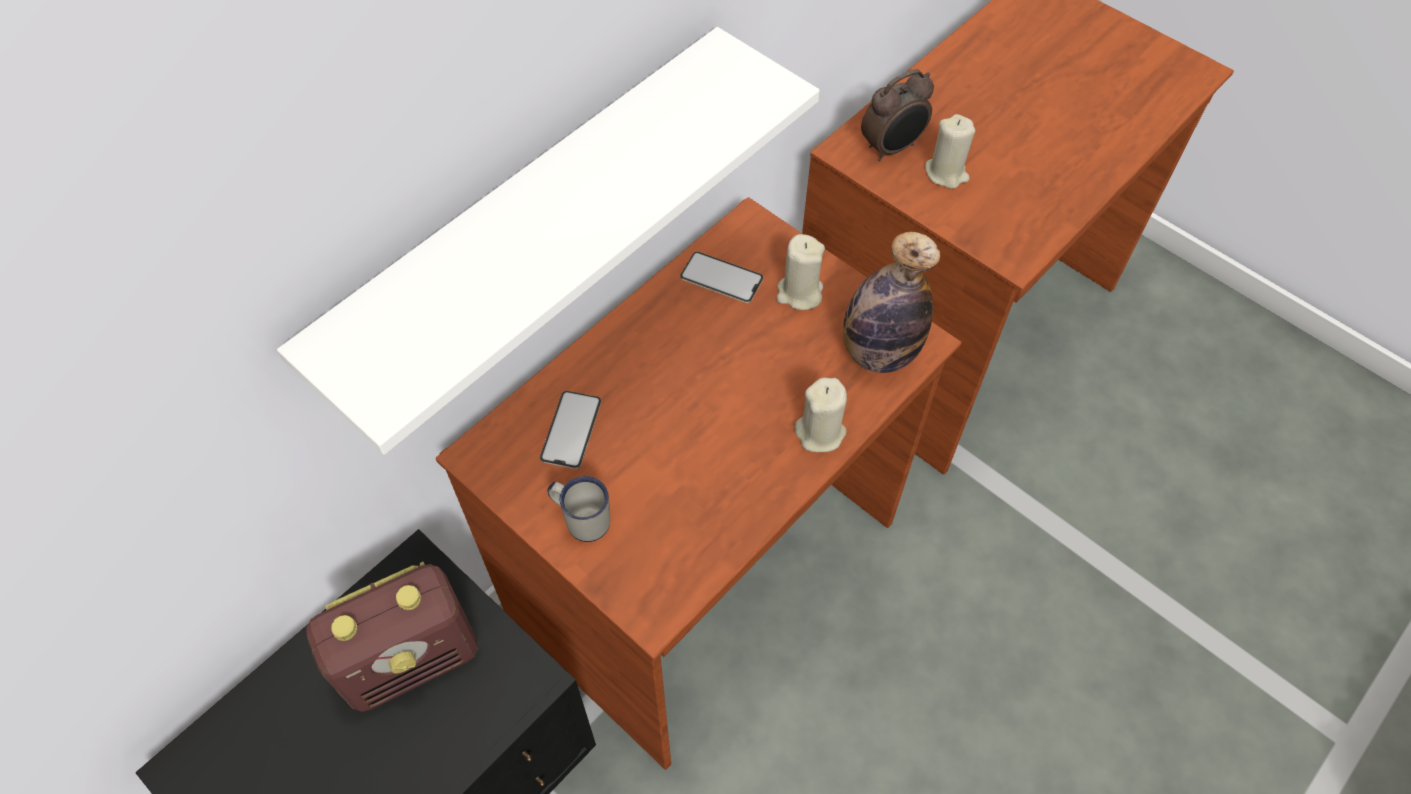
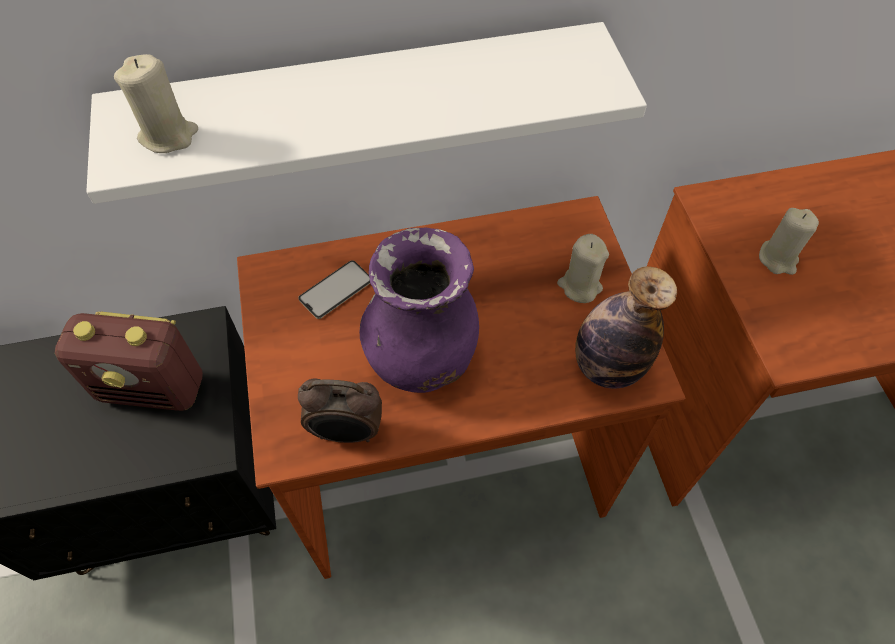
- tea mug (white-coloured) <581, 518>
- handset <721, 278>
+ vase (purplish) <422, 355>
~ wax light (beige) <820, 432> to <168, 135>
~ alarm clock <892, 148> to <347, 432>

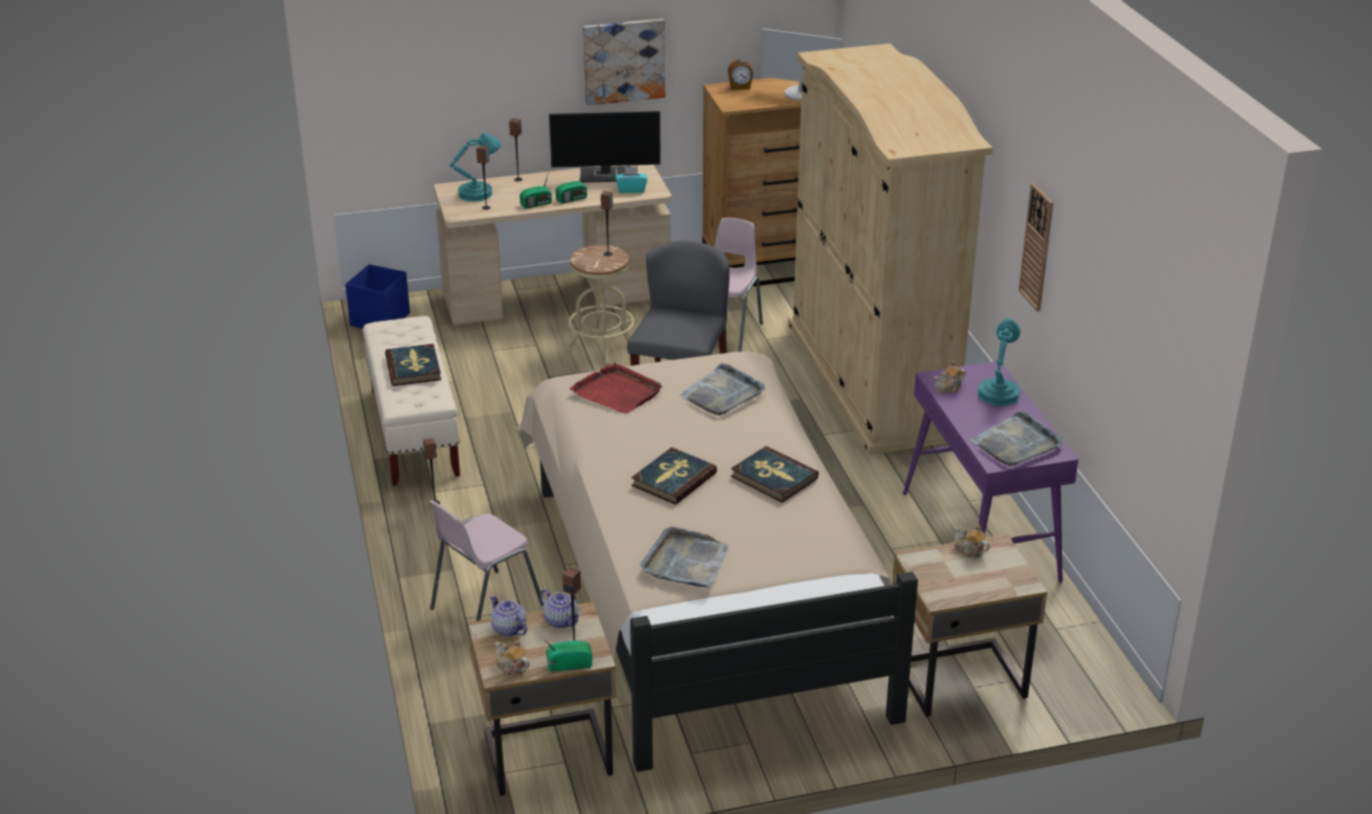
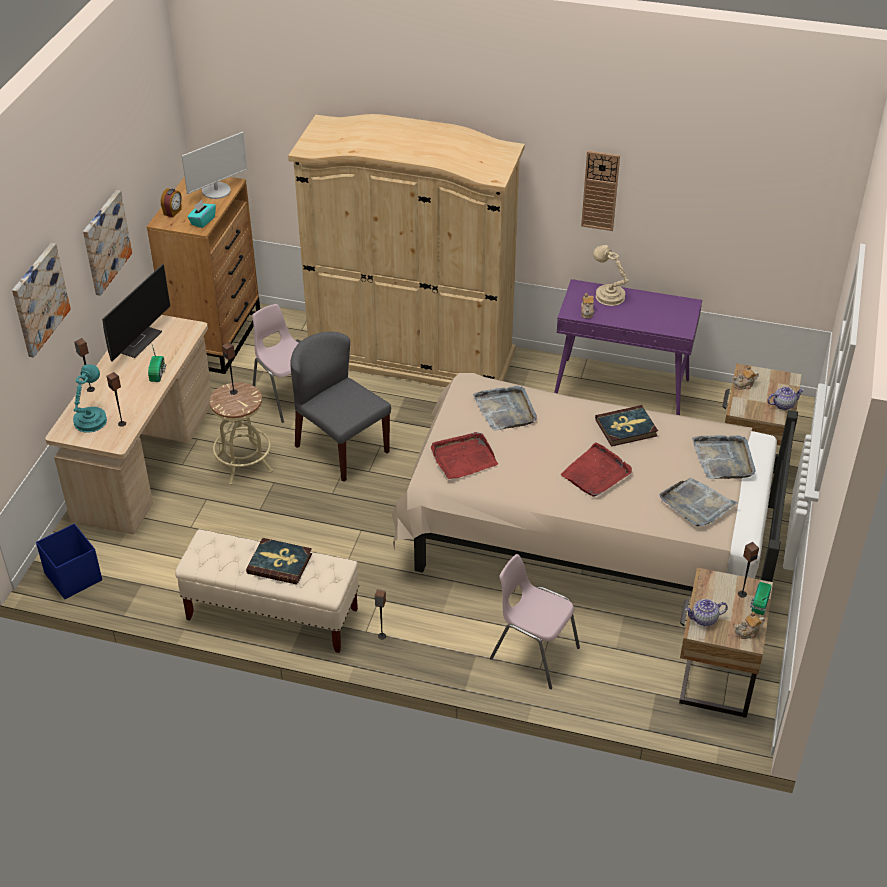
- radio set <537, 204>
+ wall art <39, 299>
~ tea pot <561, 621> to <783, 405>
~ tissue box (blue-green) <631, 189> to <202, 221>
~ carrying tray (grey) <1016, 443> to <724, 459>
~ bound book <673, 479> to carrying tray (reddish) <596, 473>
~ table lamp (blue-green) <999, 392> to table lamp (beige) <608, 295>
~ chair (pink-coloured) <485, 606> = <533, 653> 135 degrees clockwise

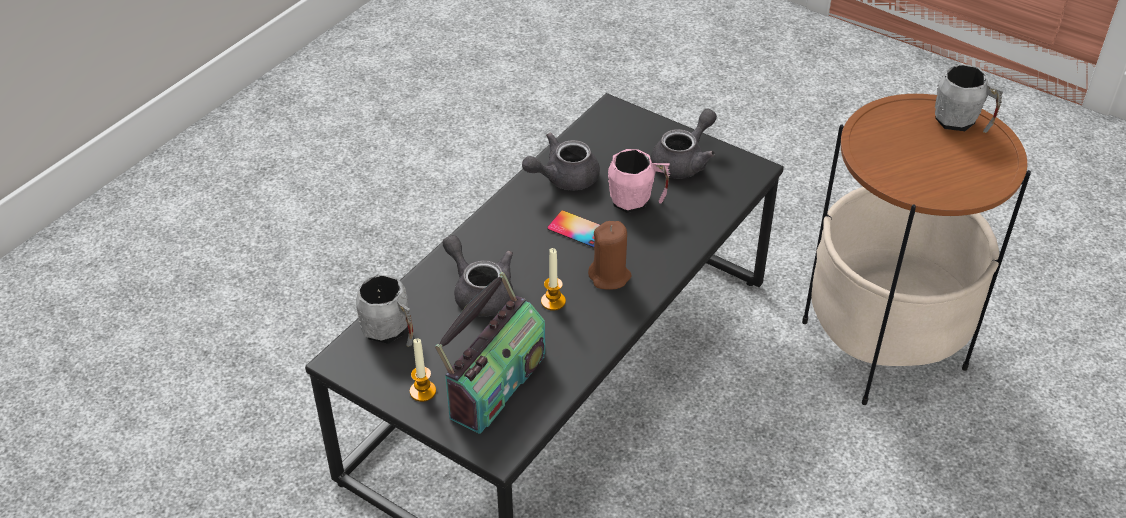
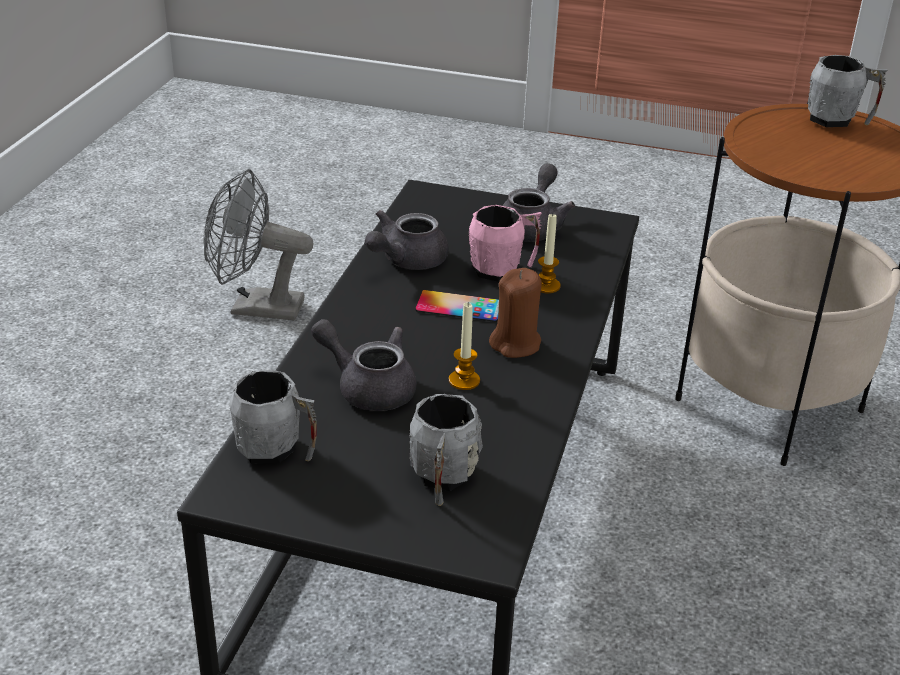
+ fan (grey) <255, 308>
~ wax light <423, 391> to <546, 286>
~ radio set <495, 383> to tea mug (grey) <442, 479>

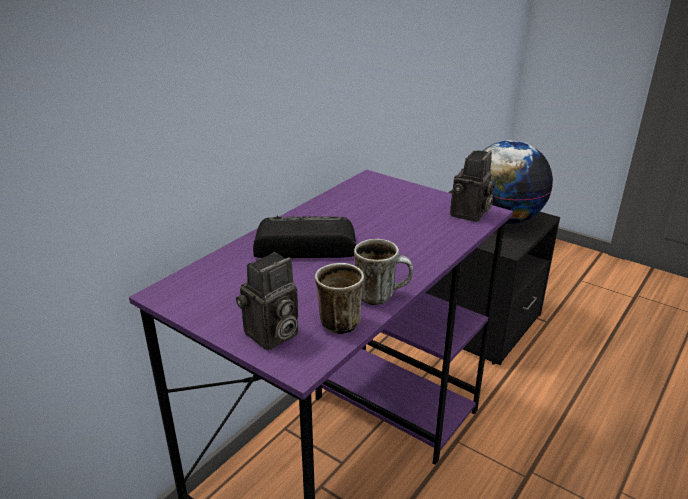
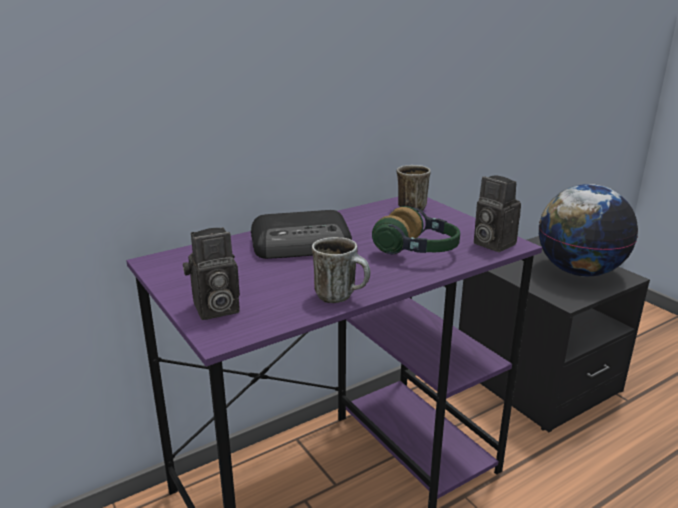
+ headphones <417, 251>
~ tea mug <336, 320> to <410, 207>
~ radio set <303, 245> = <303, 244> 150 degrees clockwise
~ still camera <470, 214> = <491, 243> 90 degrees clockwise

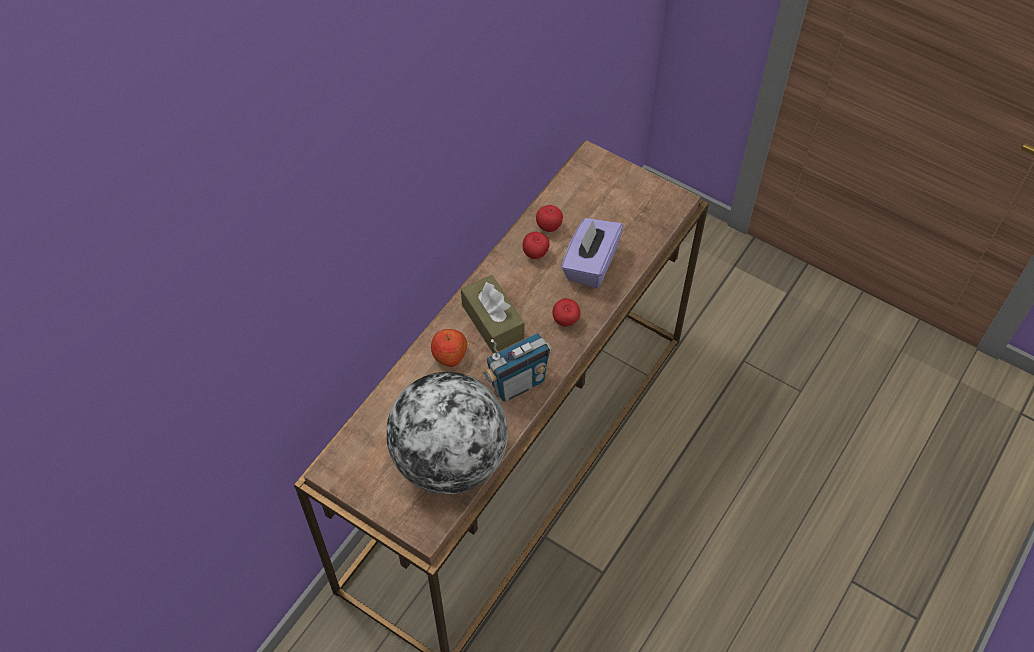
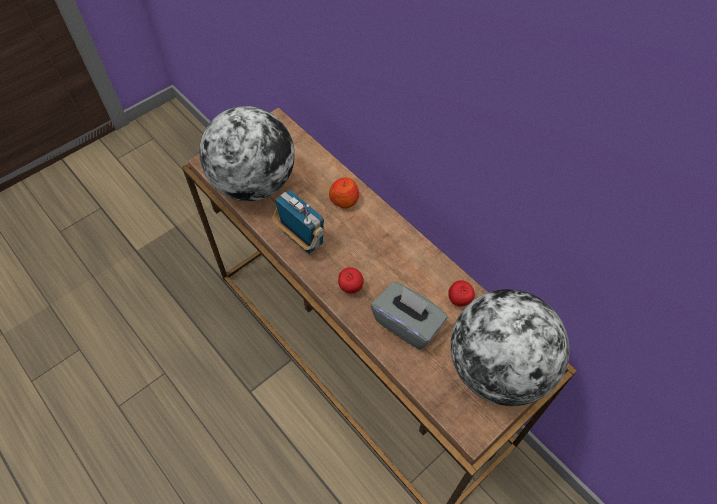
- tissue box (brown-coloured) <492, 321>
- apple fruit <535, 254>
+ world globe <497, 369>
~ tissue box (purplish) <590, 264> to tissue box (grey) <407, 324>
~ radio set <517, 383> = <302, 239> 150 degrees clockwise

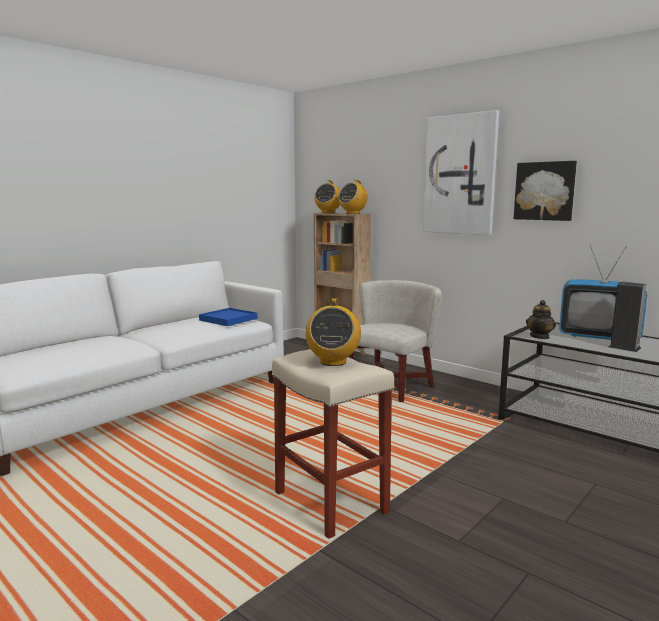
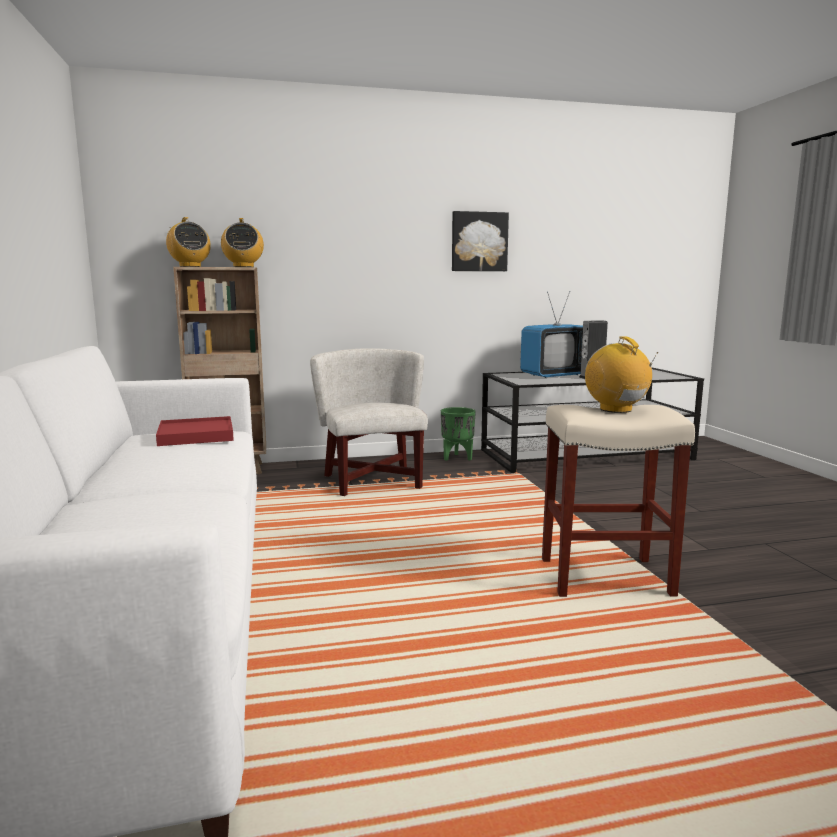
- wall art <460, 175>
- tea pot <540, 336>
+ plant pot (greenish) <457, 458>
~ carrying tray (blue-coloured) <228, 319> to carrying tray (reddish) <196, 435>
~ radio set <333, 361> = <616, 410> 150 degrees counterclockwise

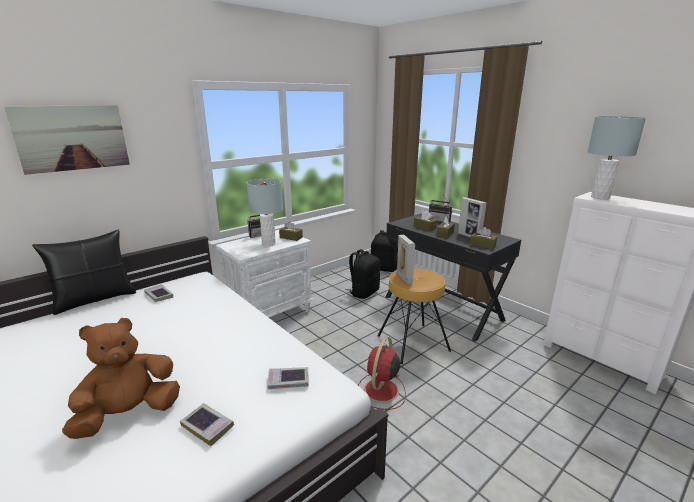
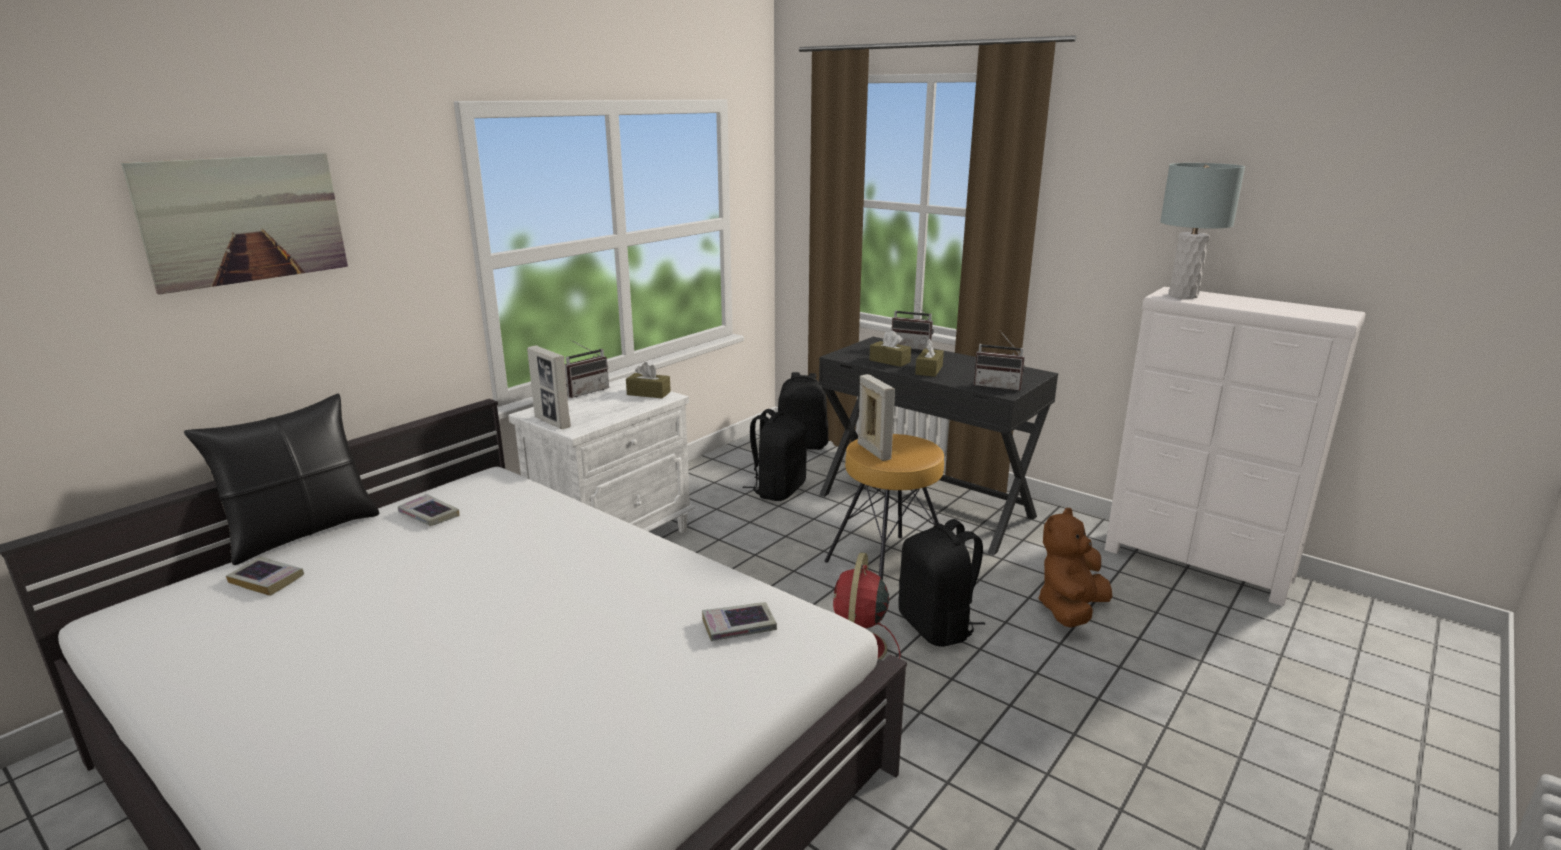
- table lamp (grey) <268, 243>
+ knapsack (black-coloured) <937, 627>
~ cuddly toy (brown-coloured) <130, 414> to <1070, 610>
~ bound book <207, 426> to <266, 580>
~ photo frame <469, 236> to <552, 422>
~ tissue box (brown-coloured) <482, 245> to radio set <998, 386>

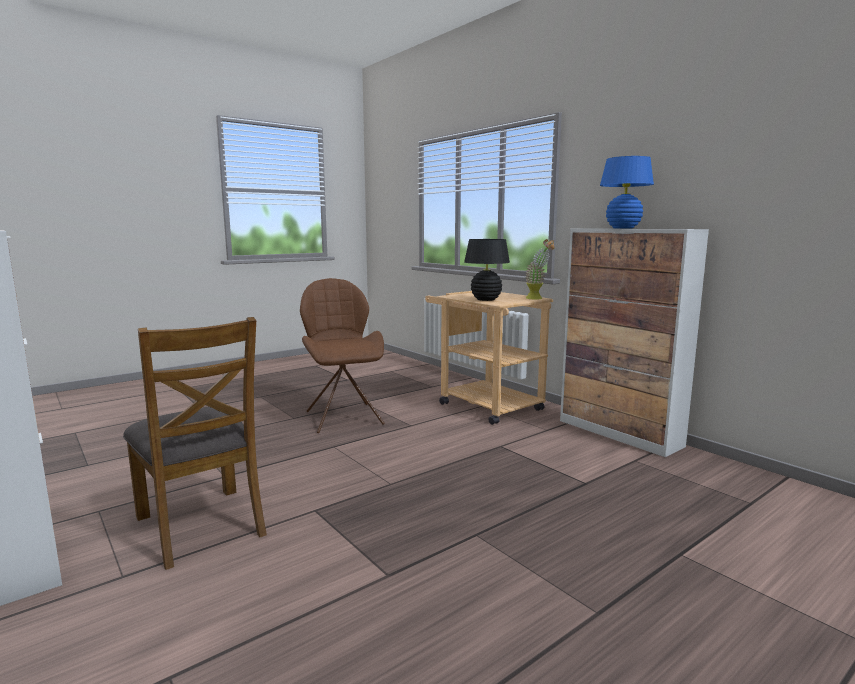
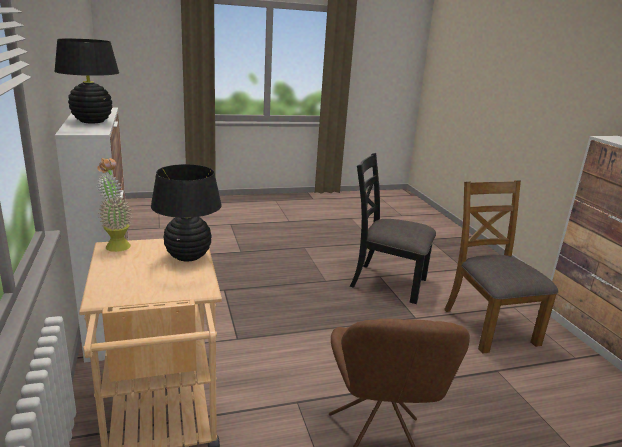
+ chair (black-coloured) <387, 282>
~ table lamp (blue-coloured) <623, 228> to table lamp (black-coloured) <92, 121>

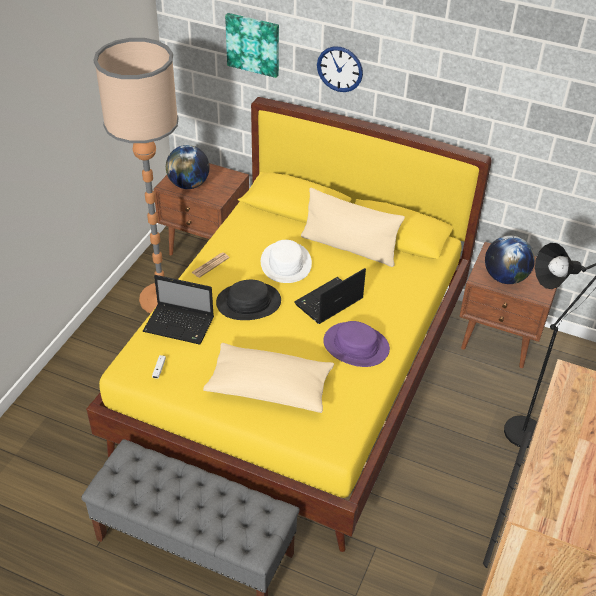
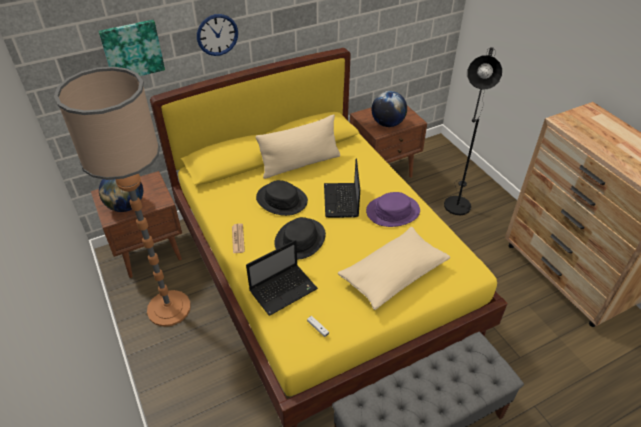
~ wearable hat (white-coloured) <286, 263> to wearable hat (black-coloured) <282, 199>

